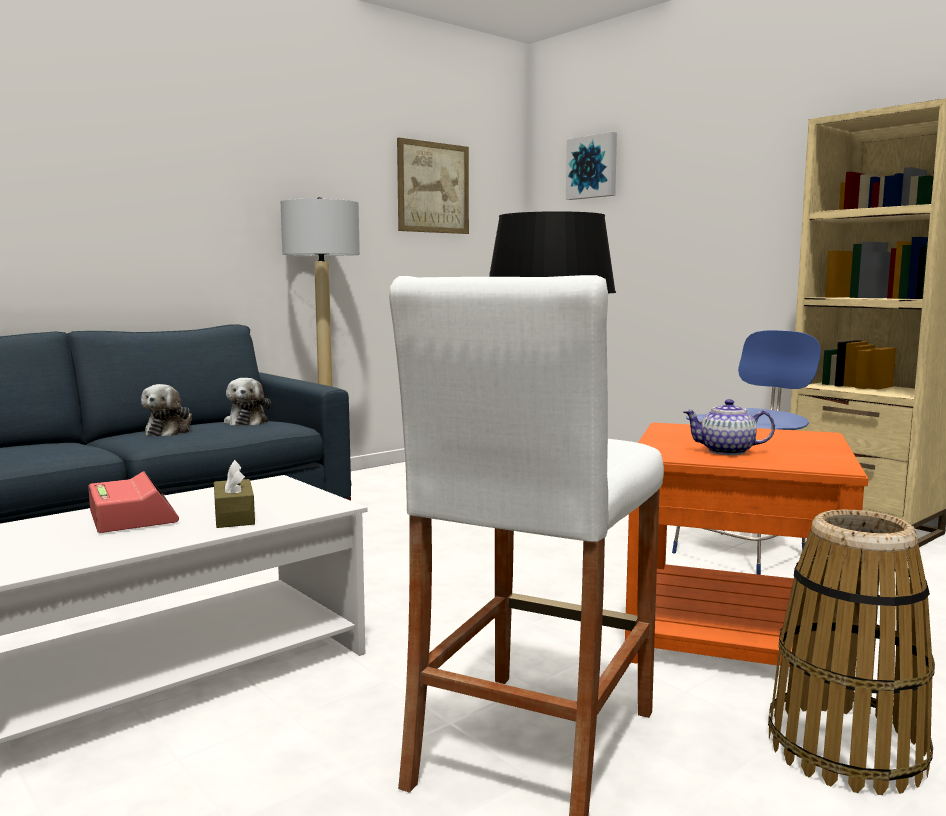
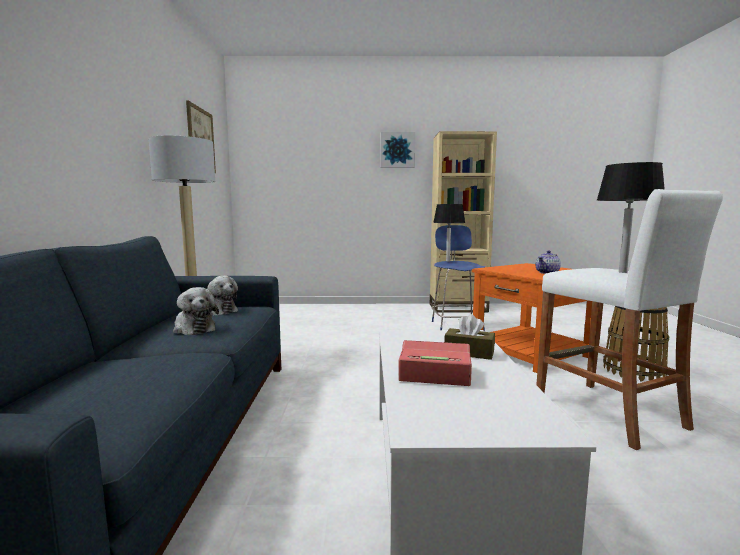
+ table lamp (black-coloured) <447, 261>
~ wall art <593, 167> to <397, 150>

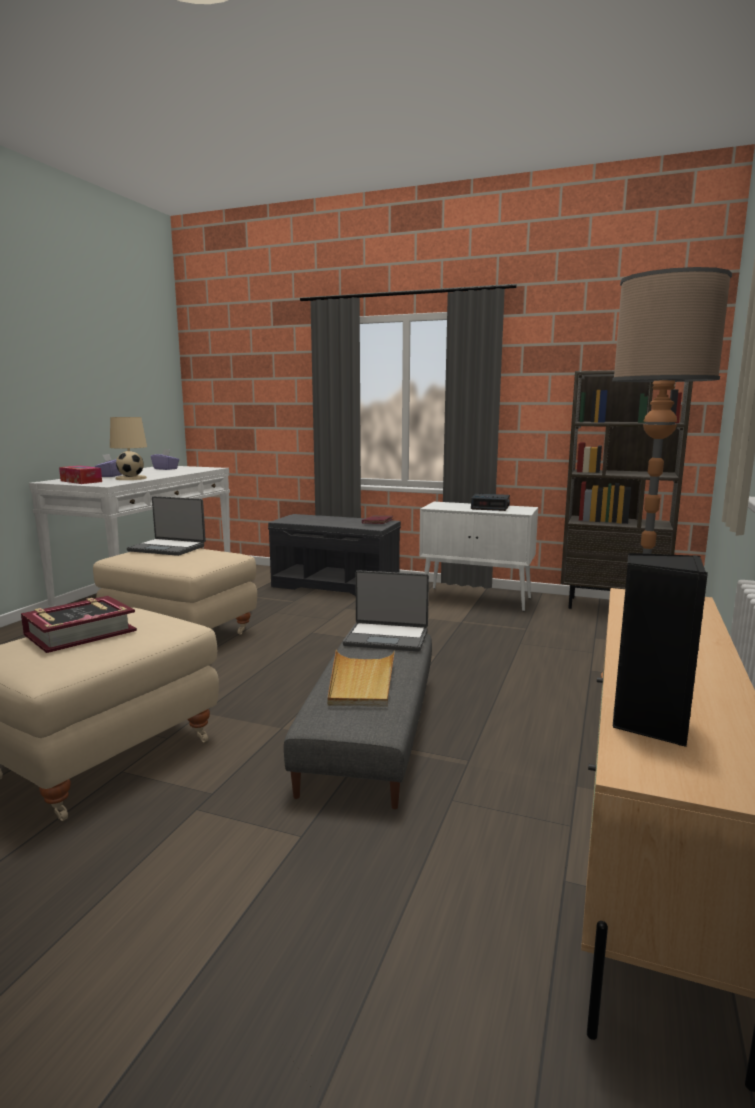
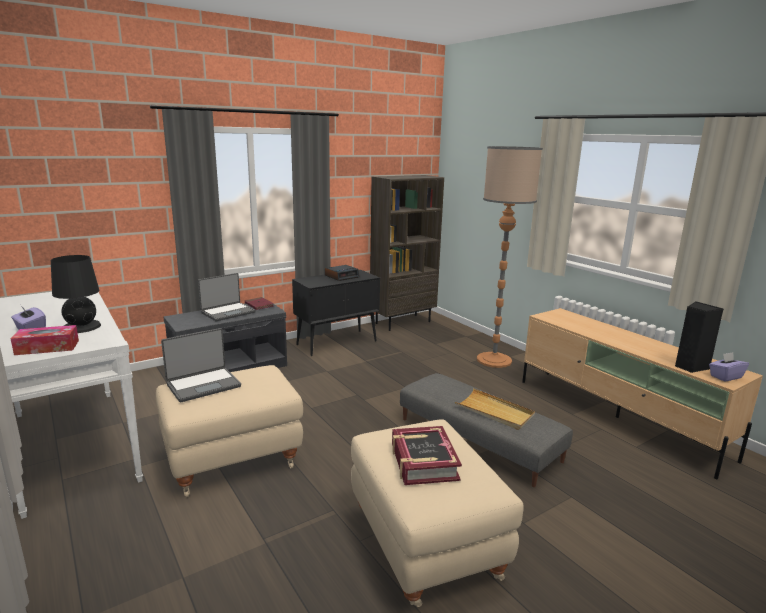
~ tissue box (purplish) <166, 469> to <725, 376>
~ laptop <387, 638> to <228, 312>
~ table lamp (beige) <131, 478> to table lamp (black-coloured) <82, 327>
~ storage cabinet (white-coloured) <477, 599> to storage cabinet (black-coloured) <337, 342>

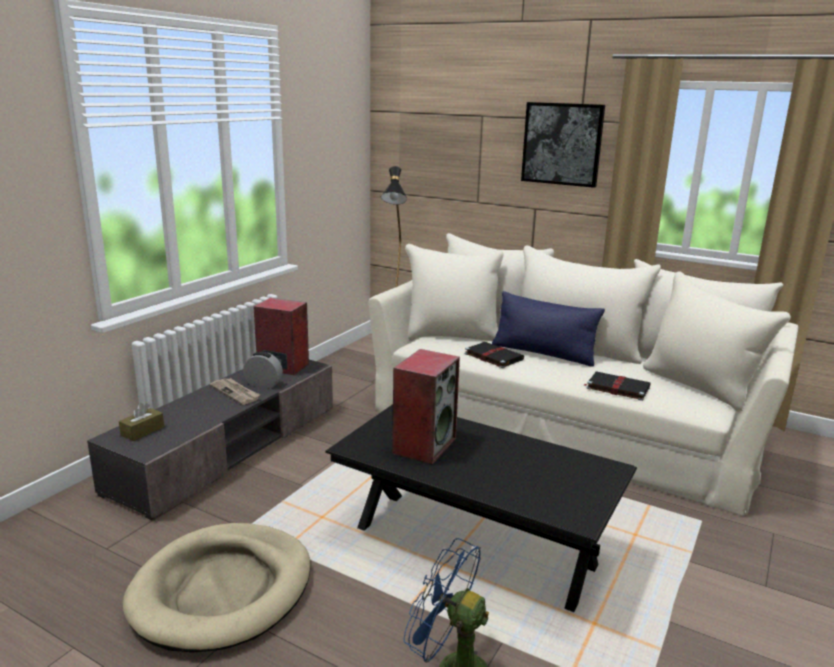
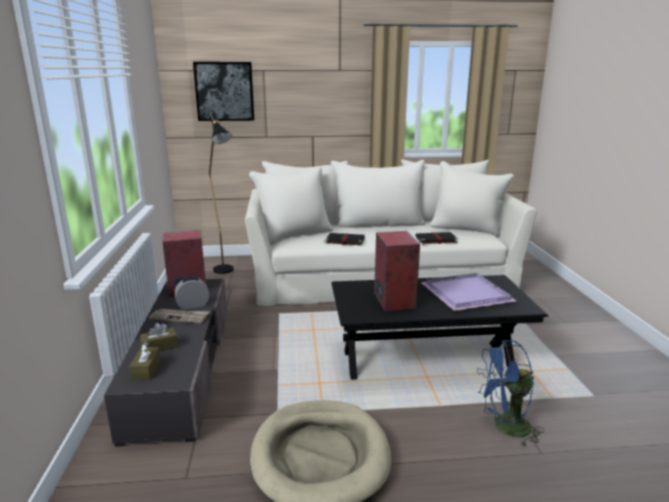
- pillow (blue-coloured) <543, 353>
+ tissue box (brown-coloured) <159, 347>
+ carrying tray (purplish) <466, 295>
~ wall art <562, 144> to <224, 91>

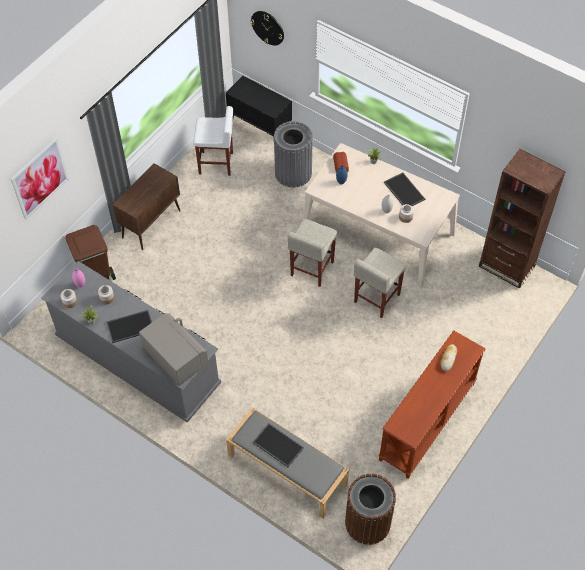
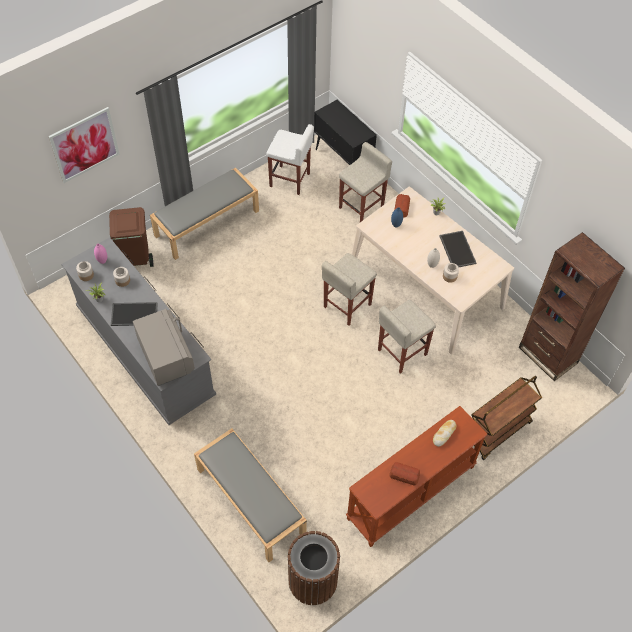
- clock on the wall <268, 27>
- carrying tray <277, 445>
+ baked bread <404, 475>
+ cart (brown-coloured) <497, 432>
~ storage cabinet (brown-coloured) <151, 224> to bench (grey) <207, 222>
~ waste bin (grey) <293, 173> to stool seat (beige) <361, 207>

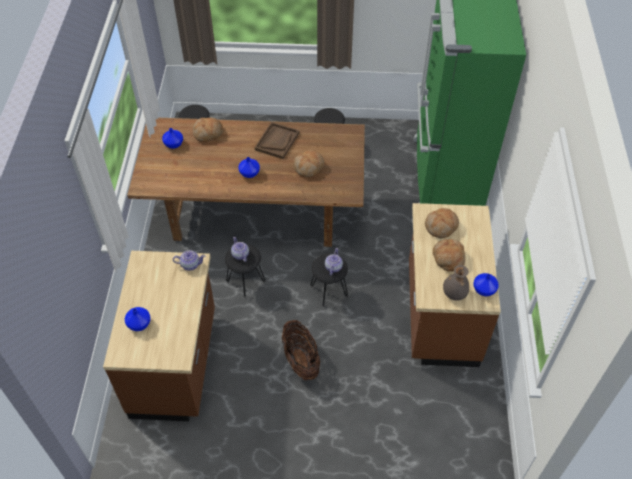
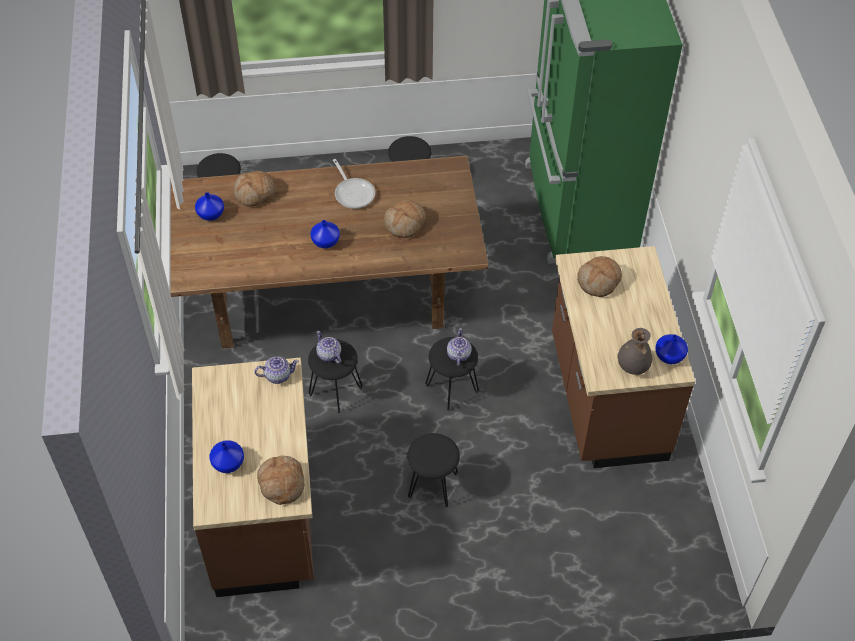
~ baked bread <448, 258> to <281, 483>
~ carrying tray (brown-coloured) <277, 141> to frying pan <353, 193>
~ household basket <301, 360> to stool seat (black-coloured) <433, 485>

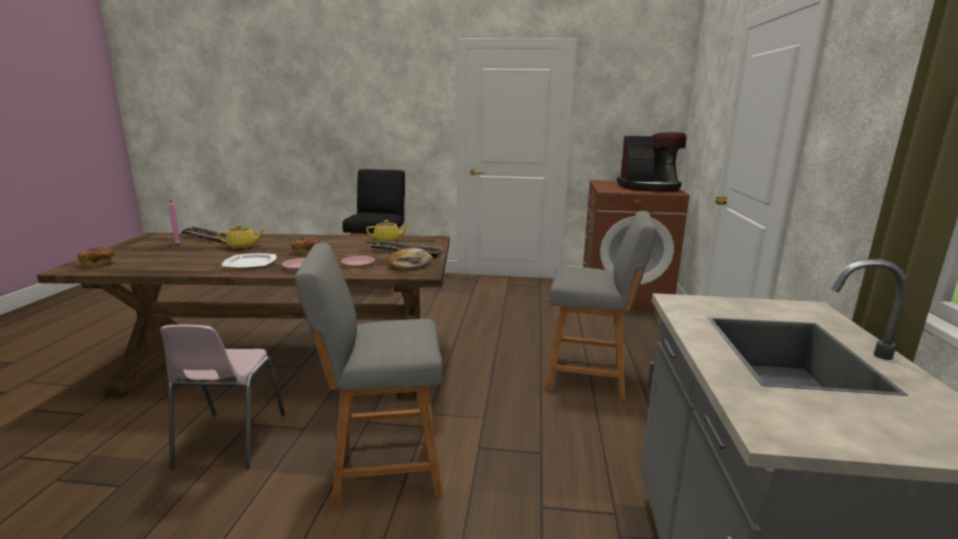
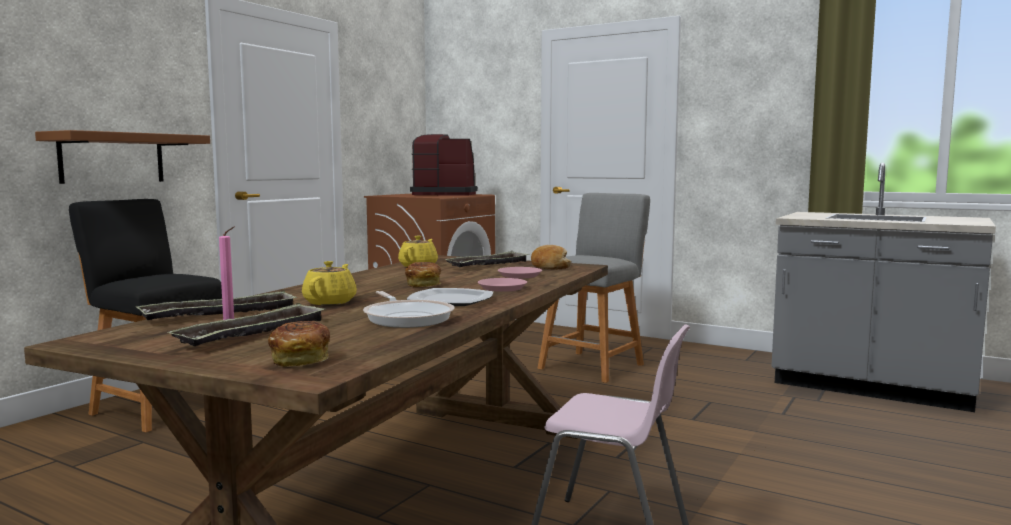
- stool seat (grey) <381, 466>
+ shelf (brown-coloured) <112, 158>
+ carrying tray <254, 333>
+ frying pan <407, 318>
~ coffee brewer <649, 187> = <445, 194> 105 degrees counterclockwise

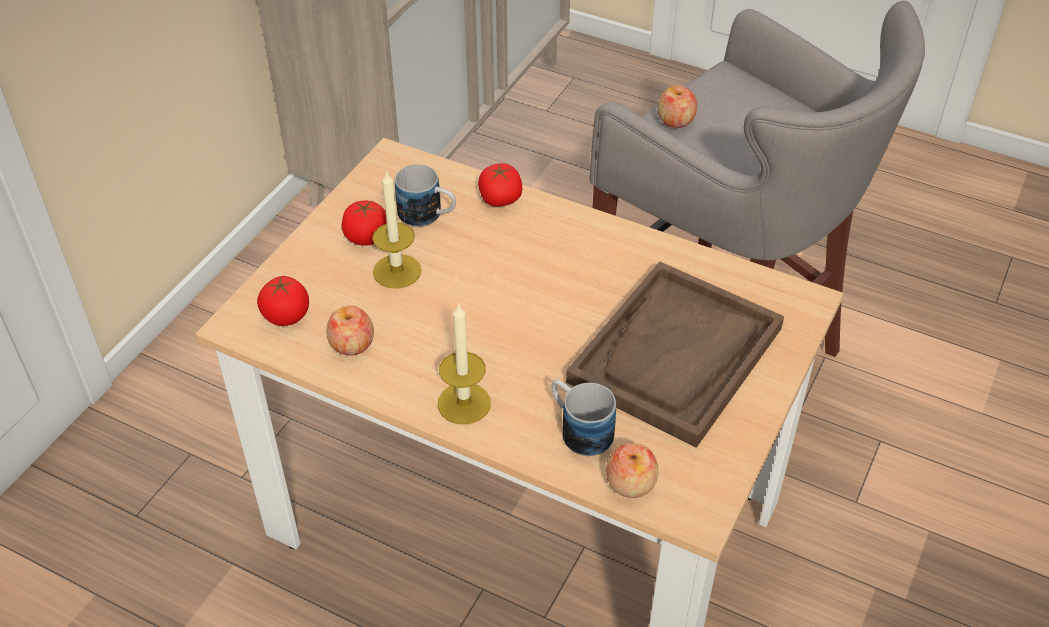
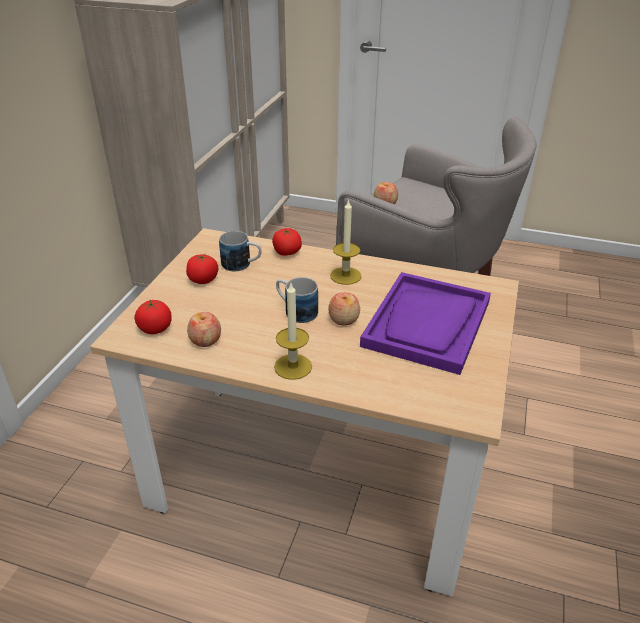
~ wax light <397, 271> to <345, 276>
~ tea mug <579, 429> to <295, 311>
~ apple fruit <630, 483> to <344, 319>
~ carrying tray (brown-coloured) <676, 355> to carrying tray (purplish) <427, 324>

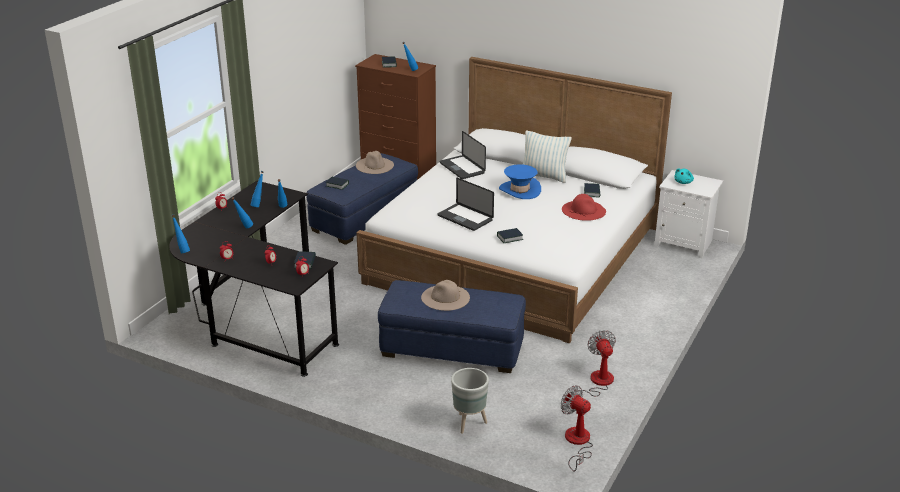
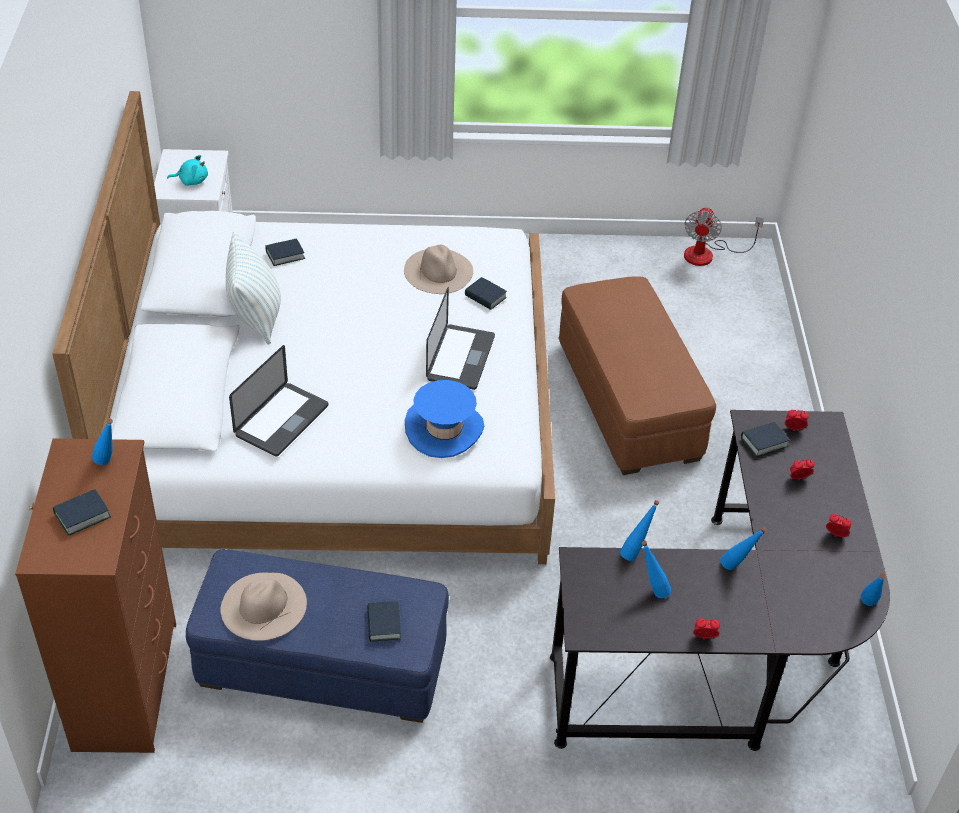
- plant pot (grey) <468, 423>
- wearable hat (reddish) <583, 210>
- fan <596, 383>
~ wearable hat (beige) <445, 297> to <438, 271>
~ wearable hat (blue-coloured) <520, 190> to <444, 429>
~ pouffe (blue-coloured) <452, 349> to pouffe (brown-coloured) <628, 401>

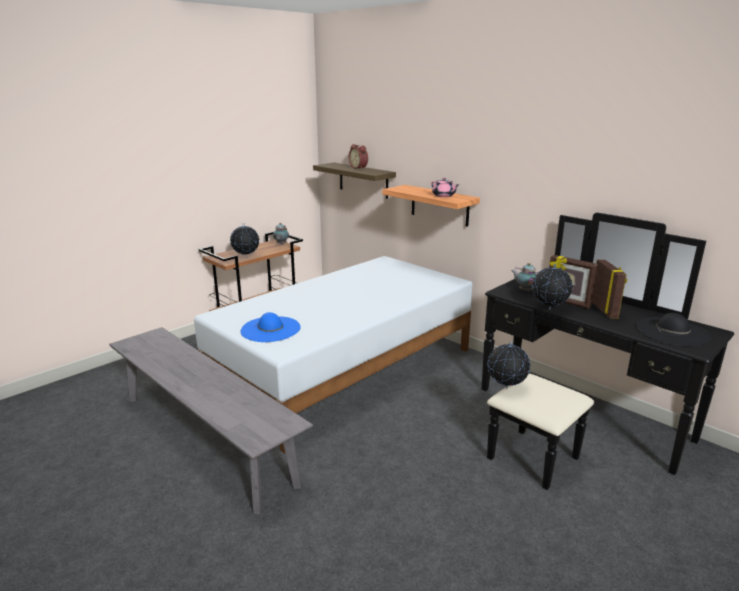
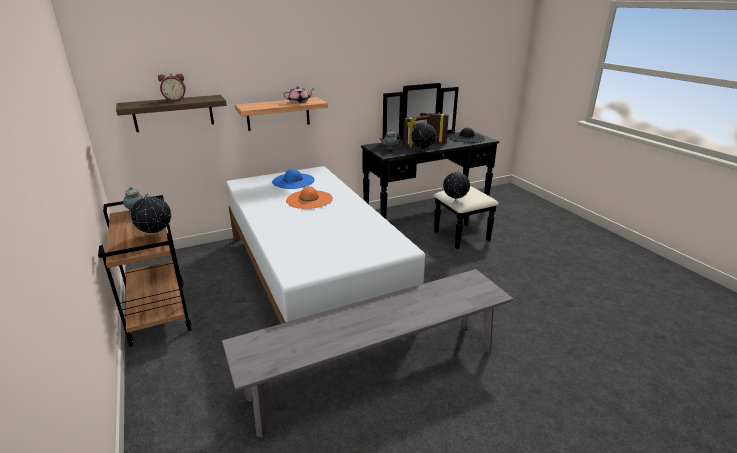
+ wearable hat (orangey) <309, 199>
~ wearable hat (blue-coloured) <270, 329> to <293, 181>

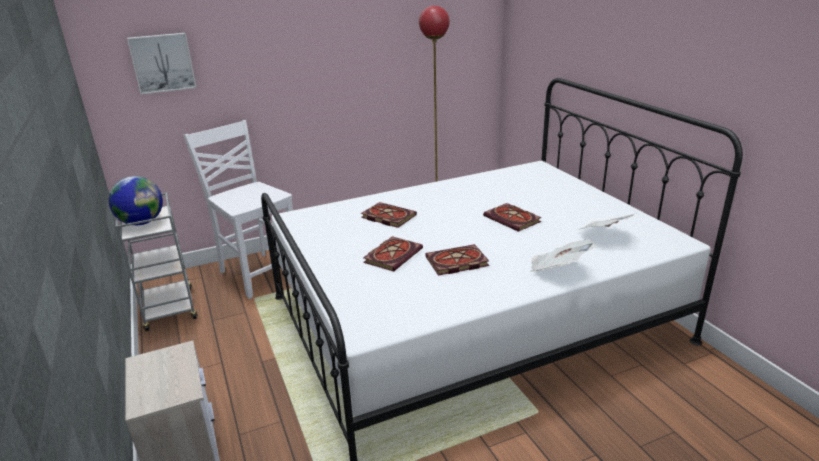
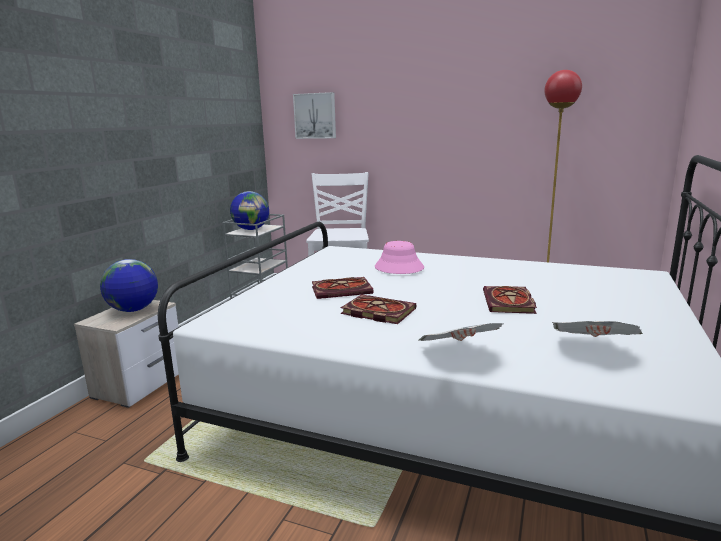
+ world globe <133, 310>
~ bound book <387, 217> to wearable hat (pink-coloured) <398, 268>

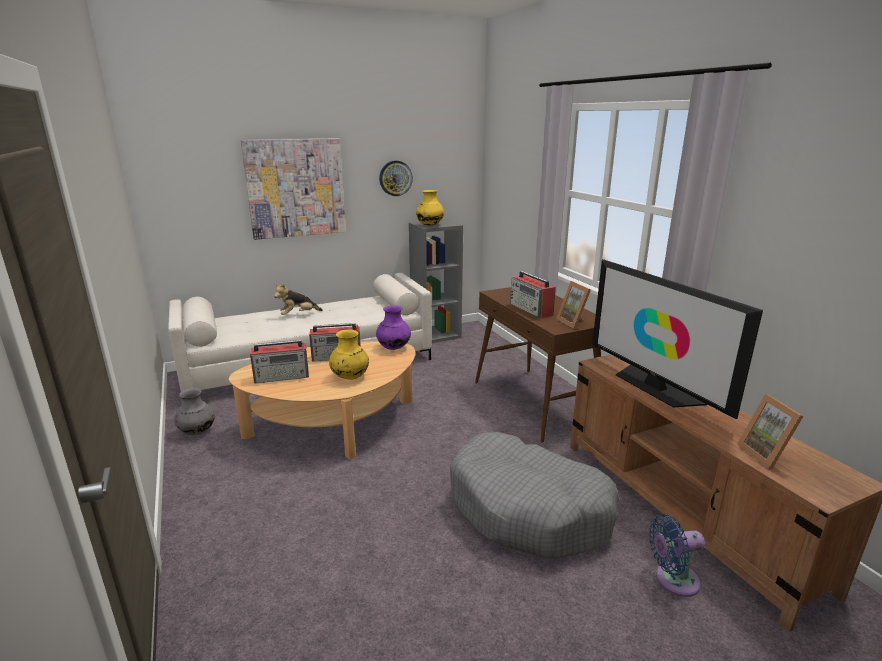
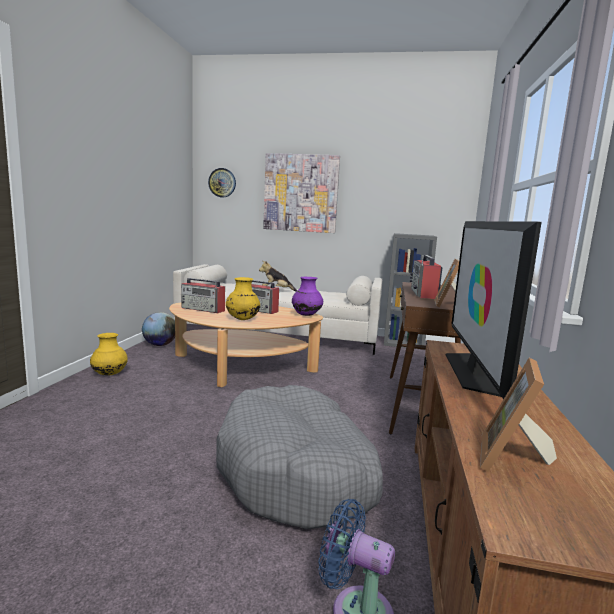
~ clock on the wall <395, 178> to <222, 182>
~ vase (yellow-coloured) <430, 225> to <109, 374>
~ vase (grey) <197, 432> to world globe <160, 345>

